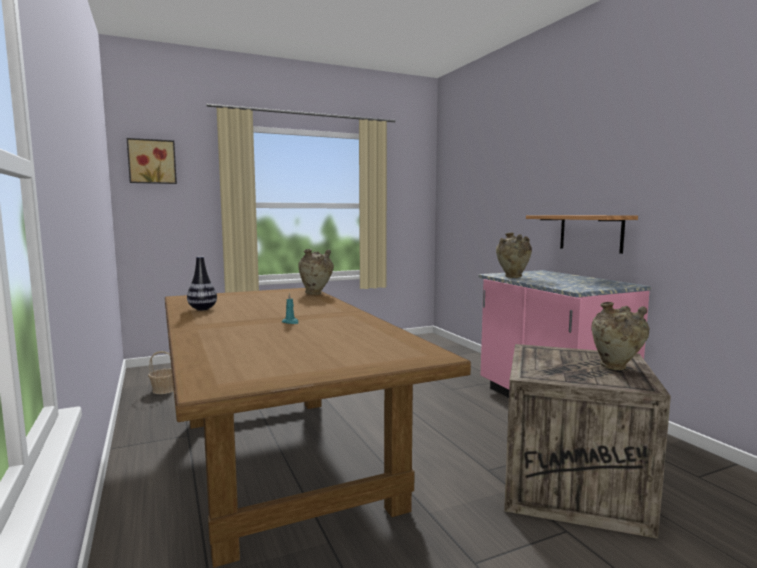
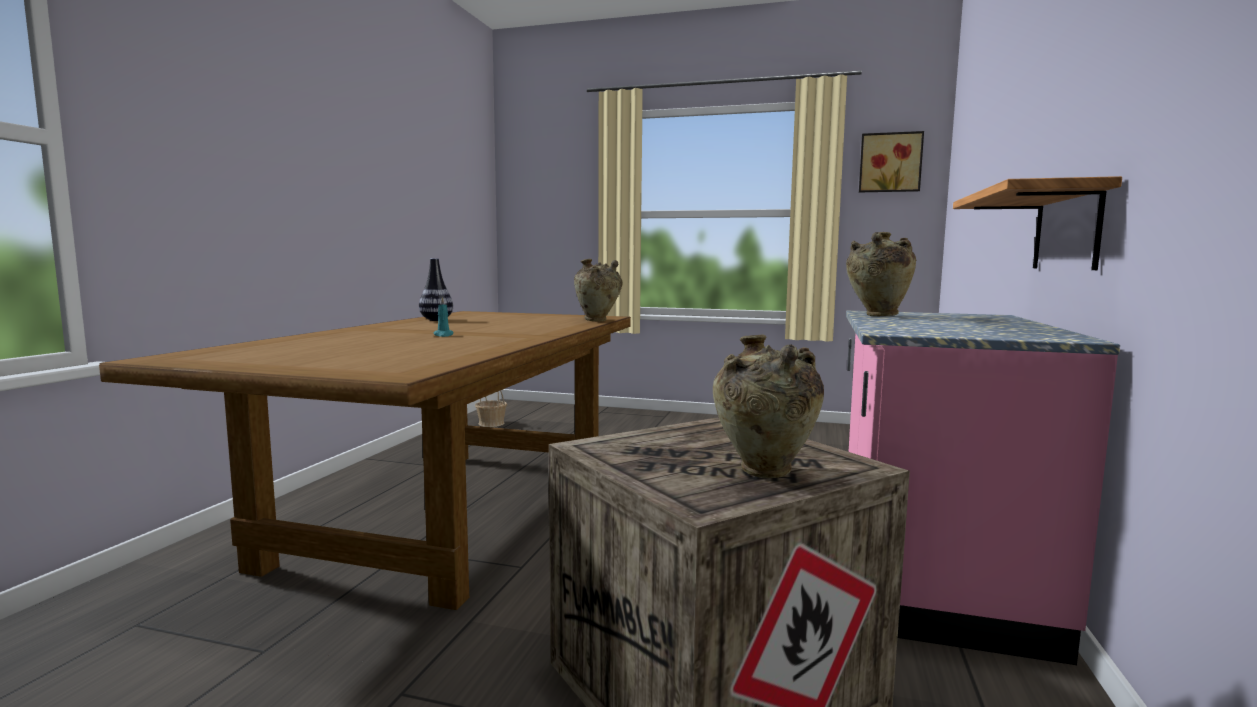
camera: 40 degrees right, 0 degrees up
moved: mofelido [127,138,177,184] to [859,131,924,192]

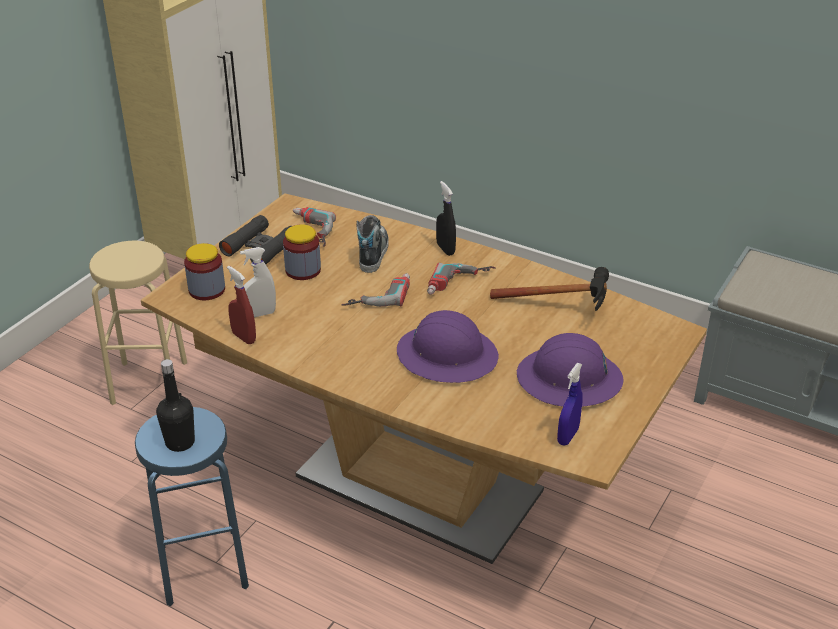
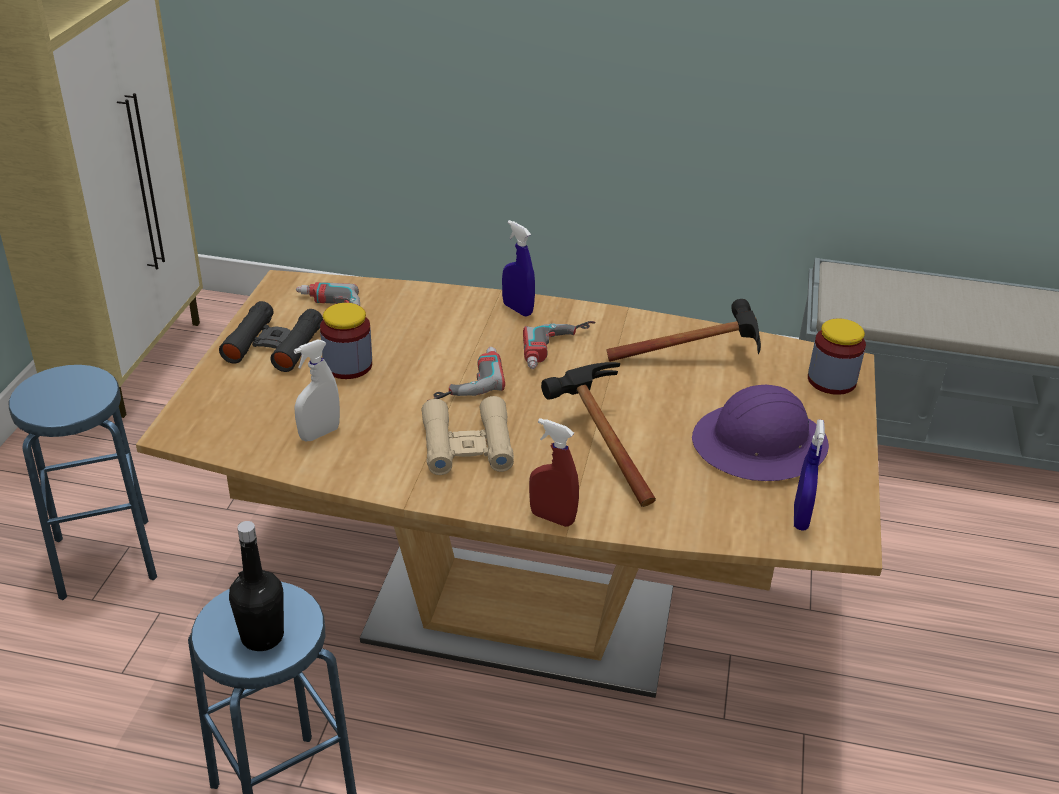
camera: 20 degrees left, 0 degrees up
removed: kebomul [356,215,389,273]
added: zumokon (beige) [422,396,514,475]
moved: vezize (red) [227,266,256,344] to [529,418,579,527]; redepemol [184,243,225,300] to [808,318,866,395]
replaced: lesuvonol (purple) [397,310,499,383] to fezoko [541,362,656,507]
recoloured: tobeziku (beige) [89,241,187,405] to tobeziku (blue) [9,365,157,600]; vezize (black) [436,181,456,256] to vezize (blue) [502,220,535,317]

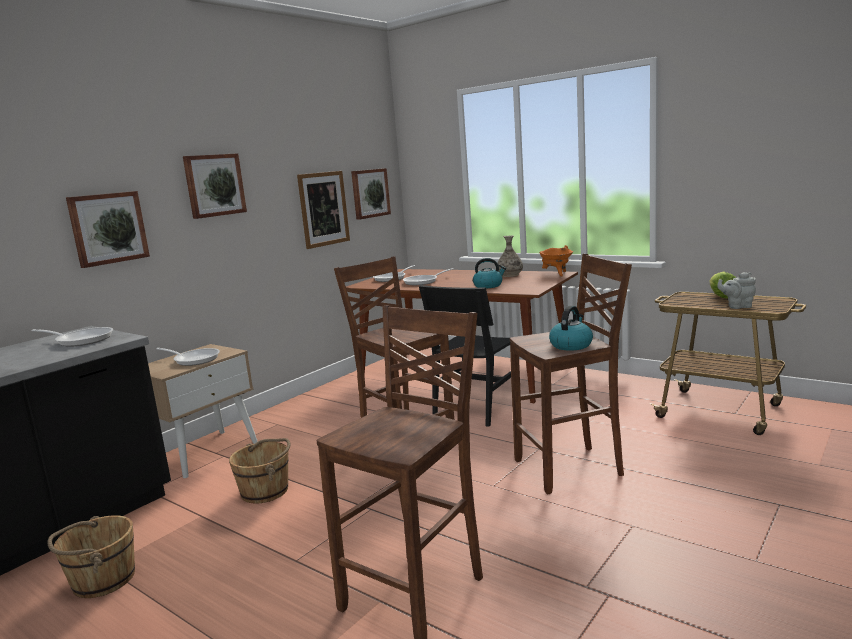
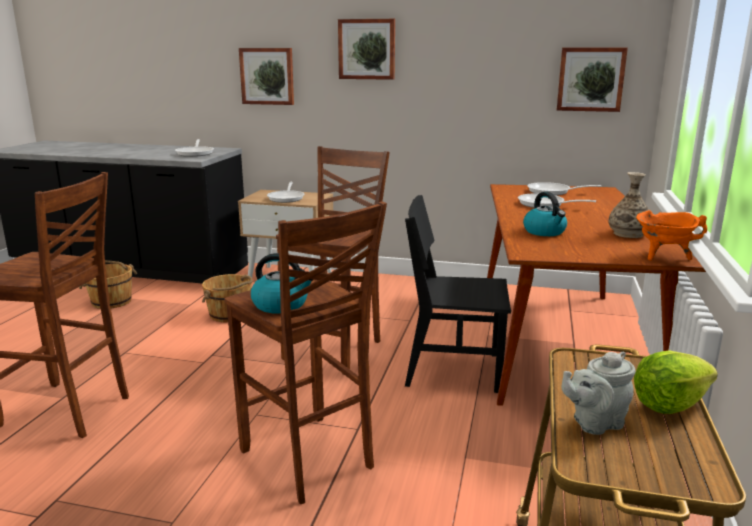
camera: 65 degrees right, 5 degrees up
removed: mofelido [297,171,350,249]
turned: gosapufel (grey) [717,272,756,309] = [561,352,636,435] 90 degrees counterclockwise

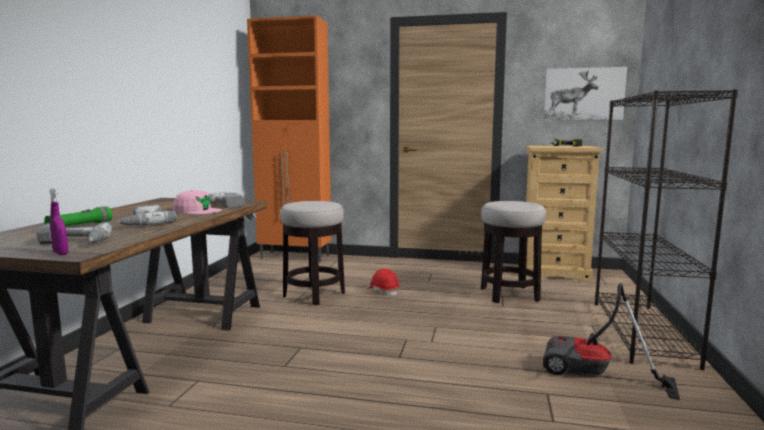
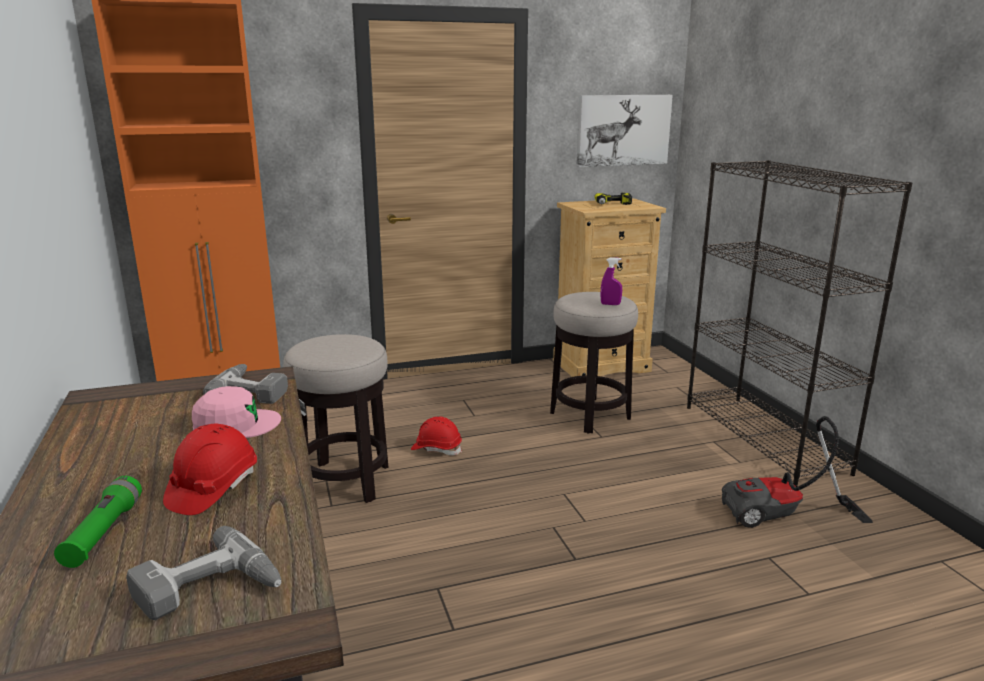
camera: 30 degrees left, 10 degrees up
moved: vezize (purple) [49,188,68,255] to [601,257,622,305]
replaced: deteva [118,205,177,225] to lesuvonol (red) [163,423,257,515]

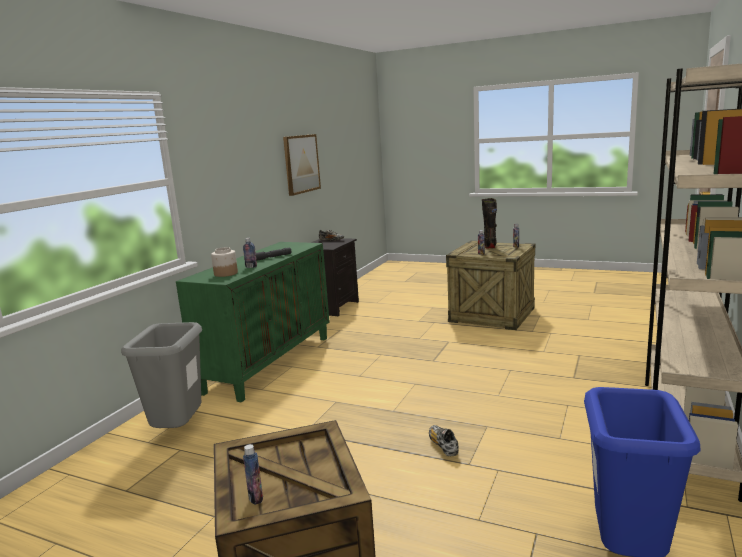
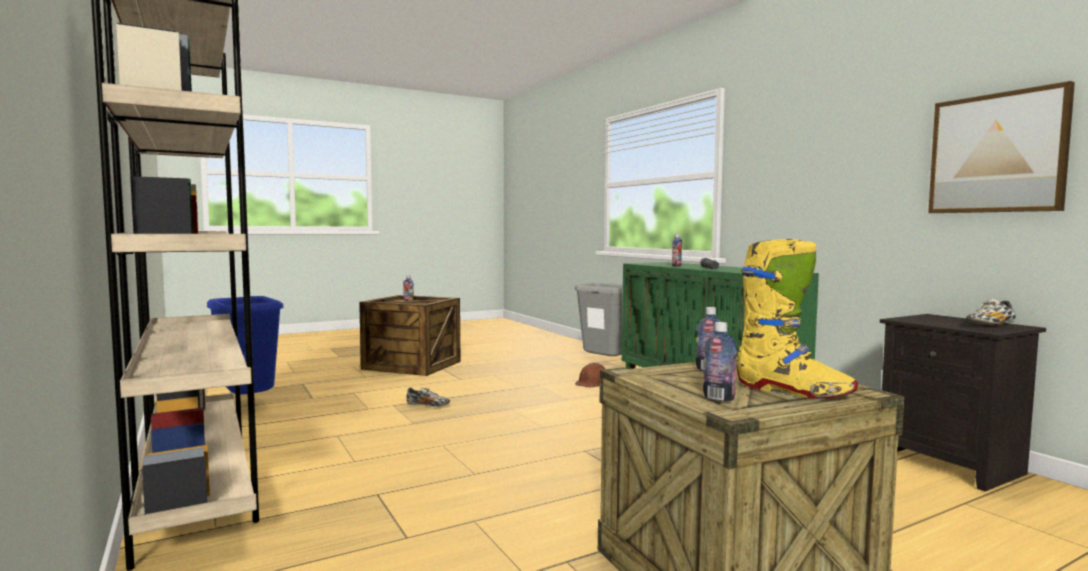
camera: 125 degrees right, 10 degrees down
removed: redepemol [211,247,238,277]
added: lesuvonol (brown) [575,363,605,387]
recoloured: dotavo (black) [482,198,497,248] to dotavo (yellow) [737,239,858,399]

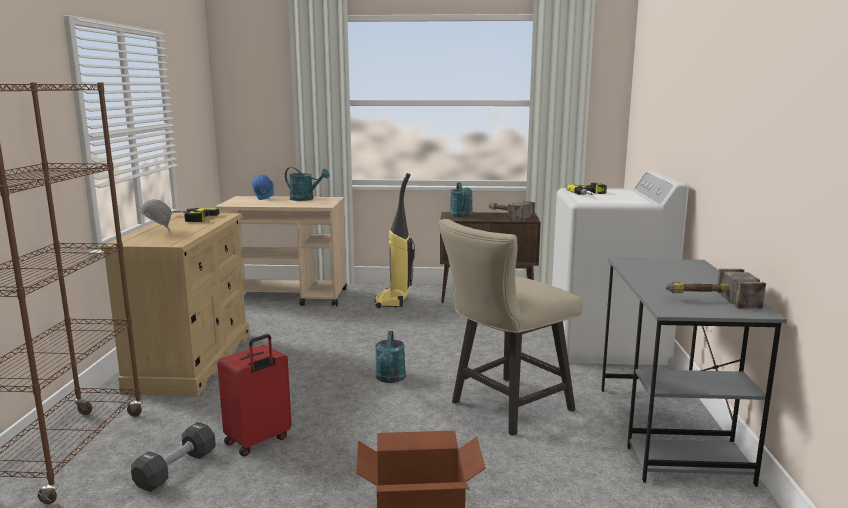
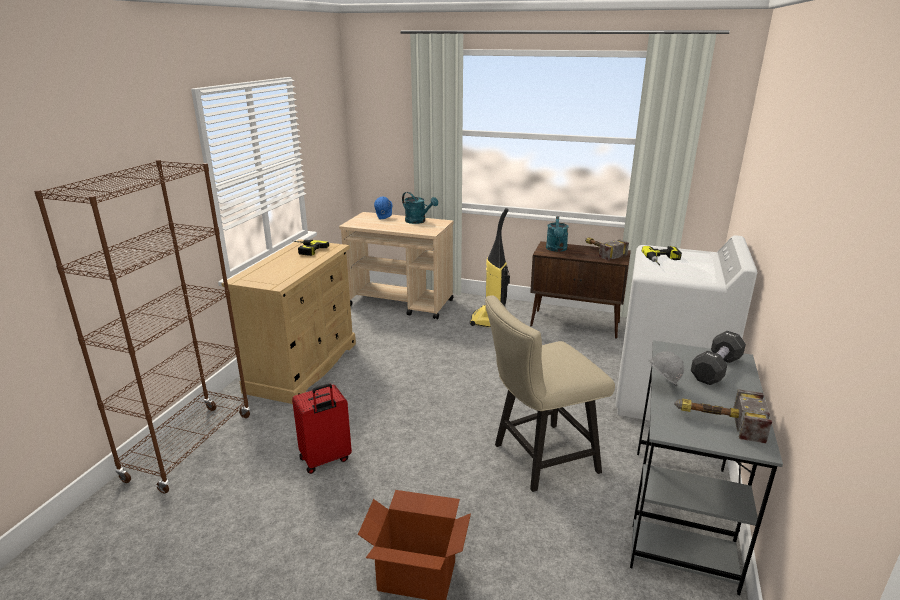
camera: 15 degrees right, 10 degrees up
removed: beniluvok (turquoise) [375,331,406,383]
moved: lesuvonol (grey) [138,199,172,231] to [648,351,684,386]; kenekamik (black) [131,422,216,492] to [691,331,746,385]

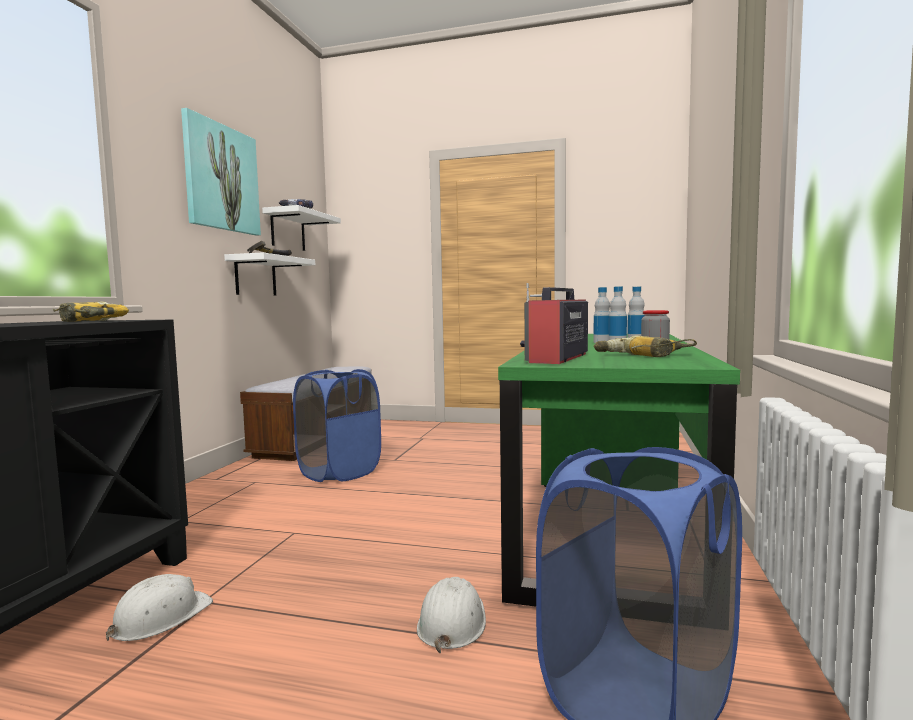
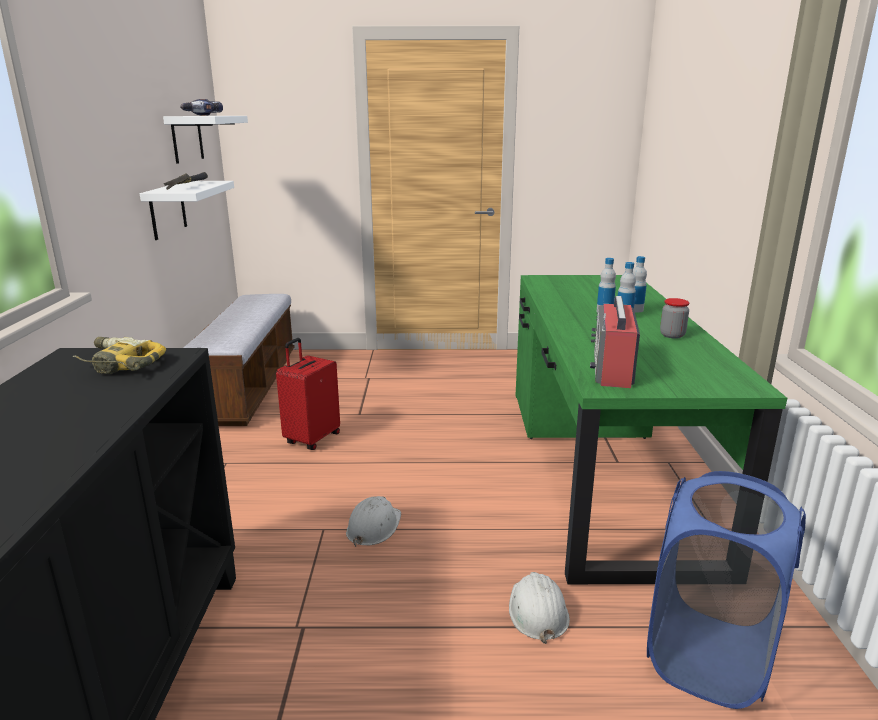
camera: 15 degrees left, 15 degrees up
removed: mofelido [181,108,261,236]; deteva [594,335,697,357]
moved: lesuvonol (white) [106,574,213,641] to [346,496,401,547]
replaced: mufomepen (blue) [293,369,381,482] to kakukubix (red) [276,338,340,450]

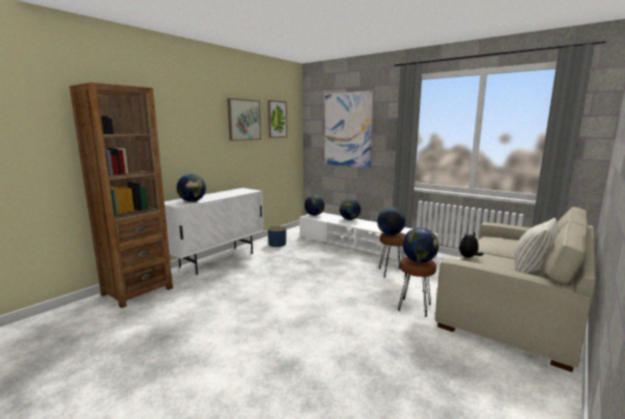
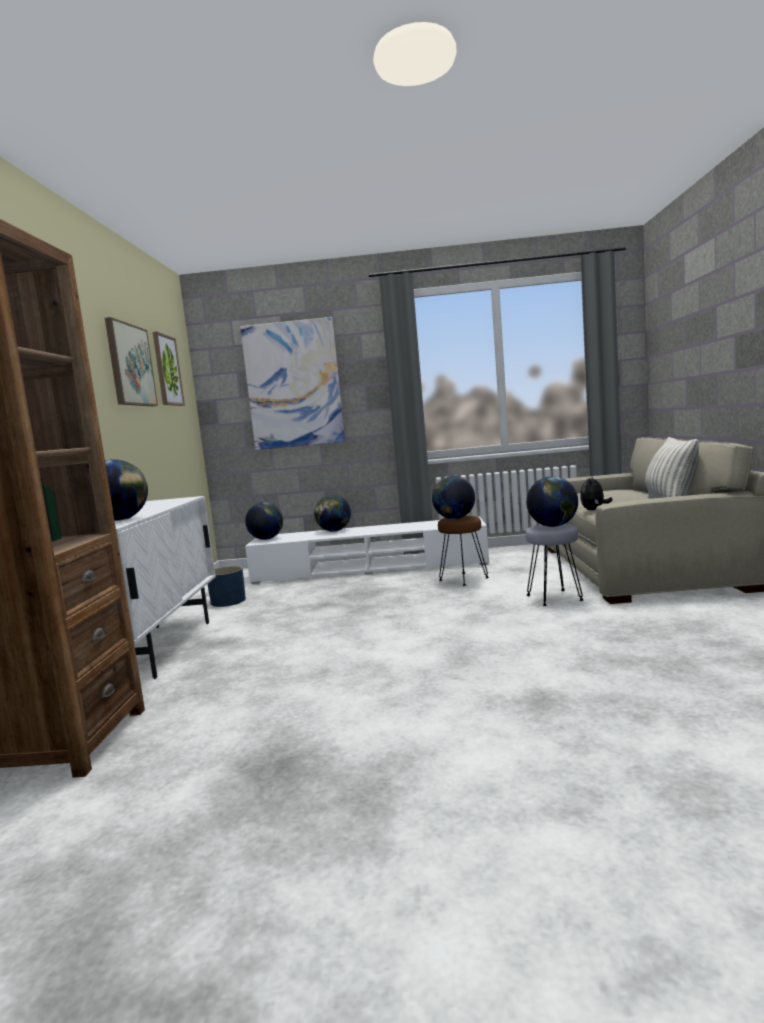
camera: 35 degrees left, 5 degrees down
recoloured: tobeziku (brown) [398,257,436,317] to tobeziku (grey) [526,524,583,606]

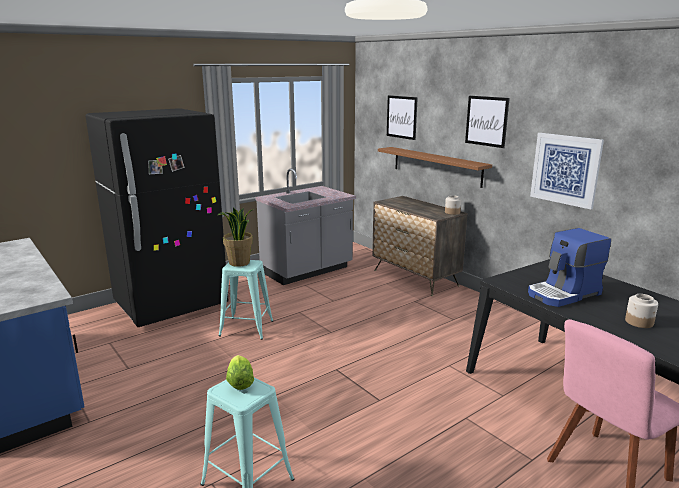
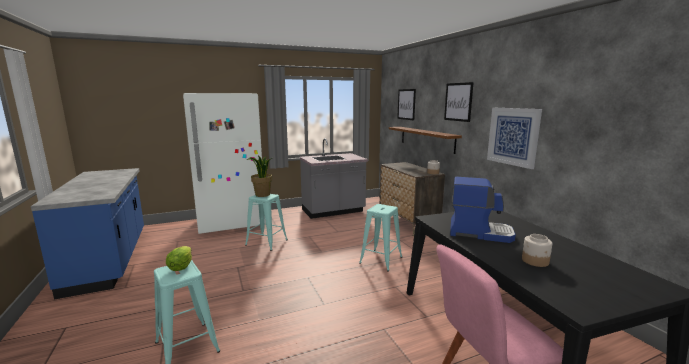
camera: 15 degrees right, 5 degrees down
added: tobeziku (turquoise) [359,204,402,272]
recoloured: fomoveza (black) [86,108,228,327] to fomoveza (white) [183,93,266,234]
turned: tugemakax [528,228,611,307] = [450,176,516,243] 150 degrees counterclockwise

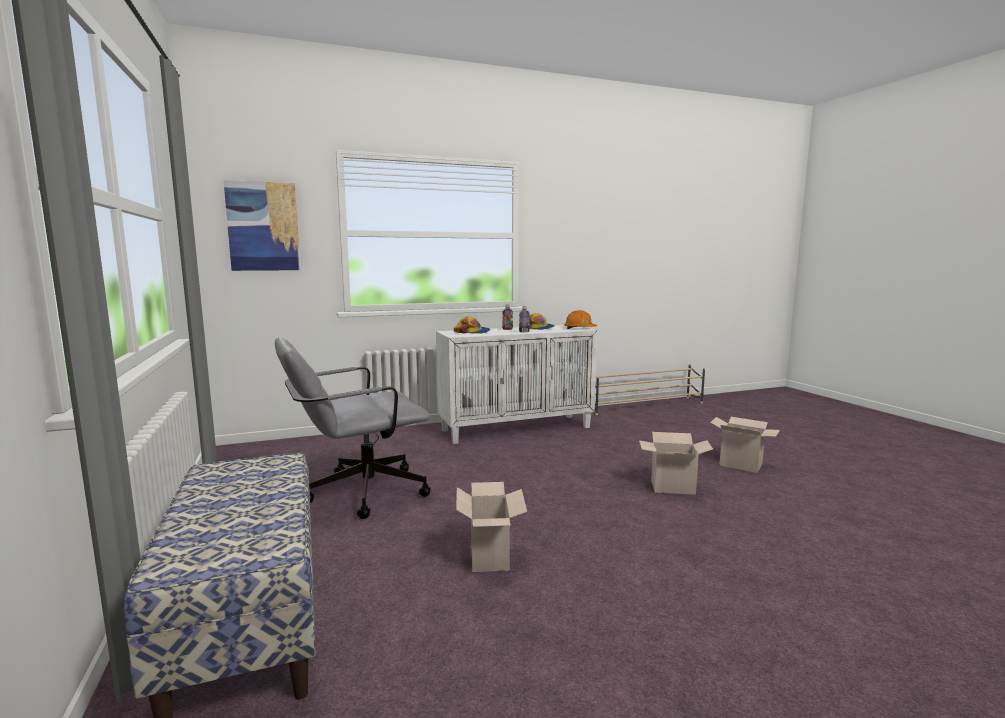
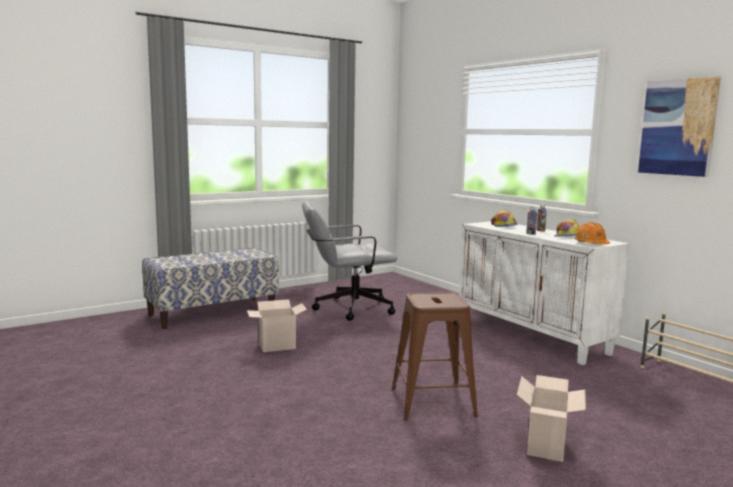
camera: 75 degrees right, 0 degrees up
moved: mofelido [223,180,301,271] to [638,76,721,177]
replaced: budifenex [639,432,713,495] to tobeziku (brown) [392,292,478,421]
turned: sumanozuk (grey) [275,338,431,519] = [302,201,397,321] 60 degrees counterclockwise

